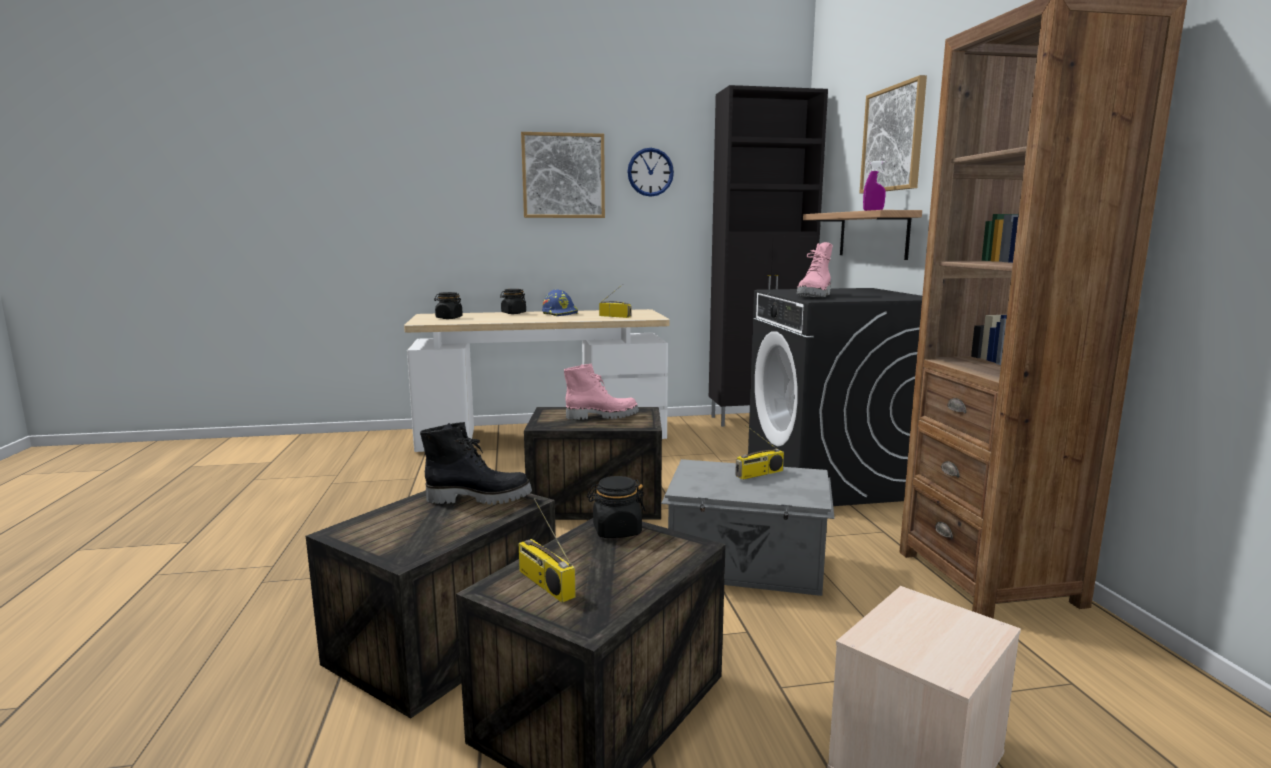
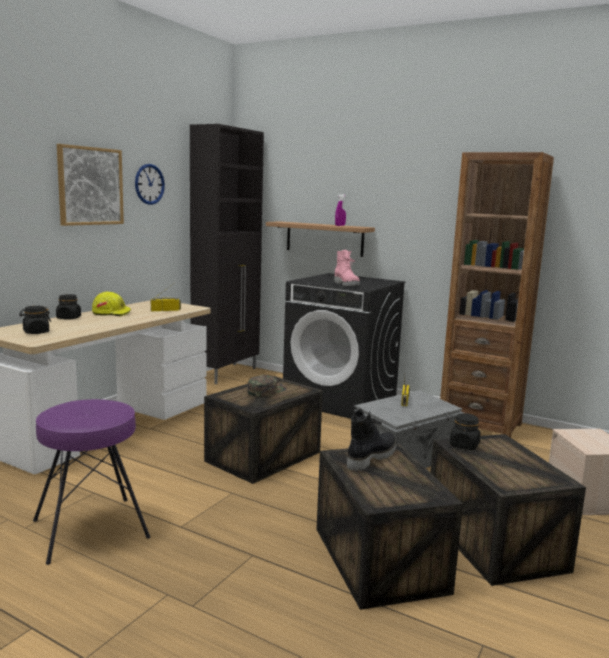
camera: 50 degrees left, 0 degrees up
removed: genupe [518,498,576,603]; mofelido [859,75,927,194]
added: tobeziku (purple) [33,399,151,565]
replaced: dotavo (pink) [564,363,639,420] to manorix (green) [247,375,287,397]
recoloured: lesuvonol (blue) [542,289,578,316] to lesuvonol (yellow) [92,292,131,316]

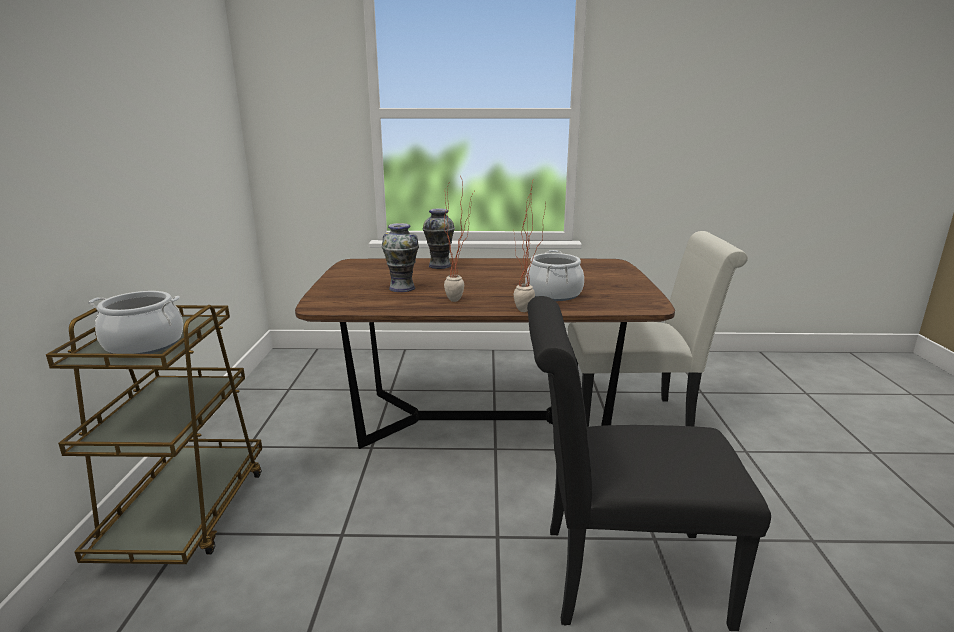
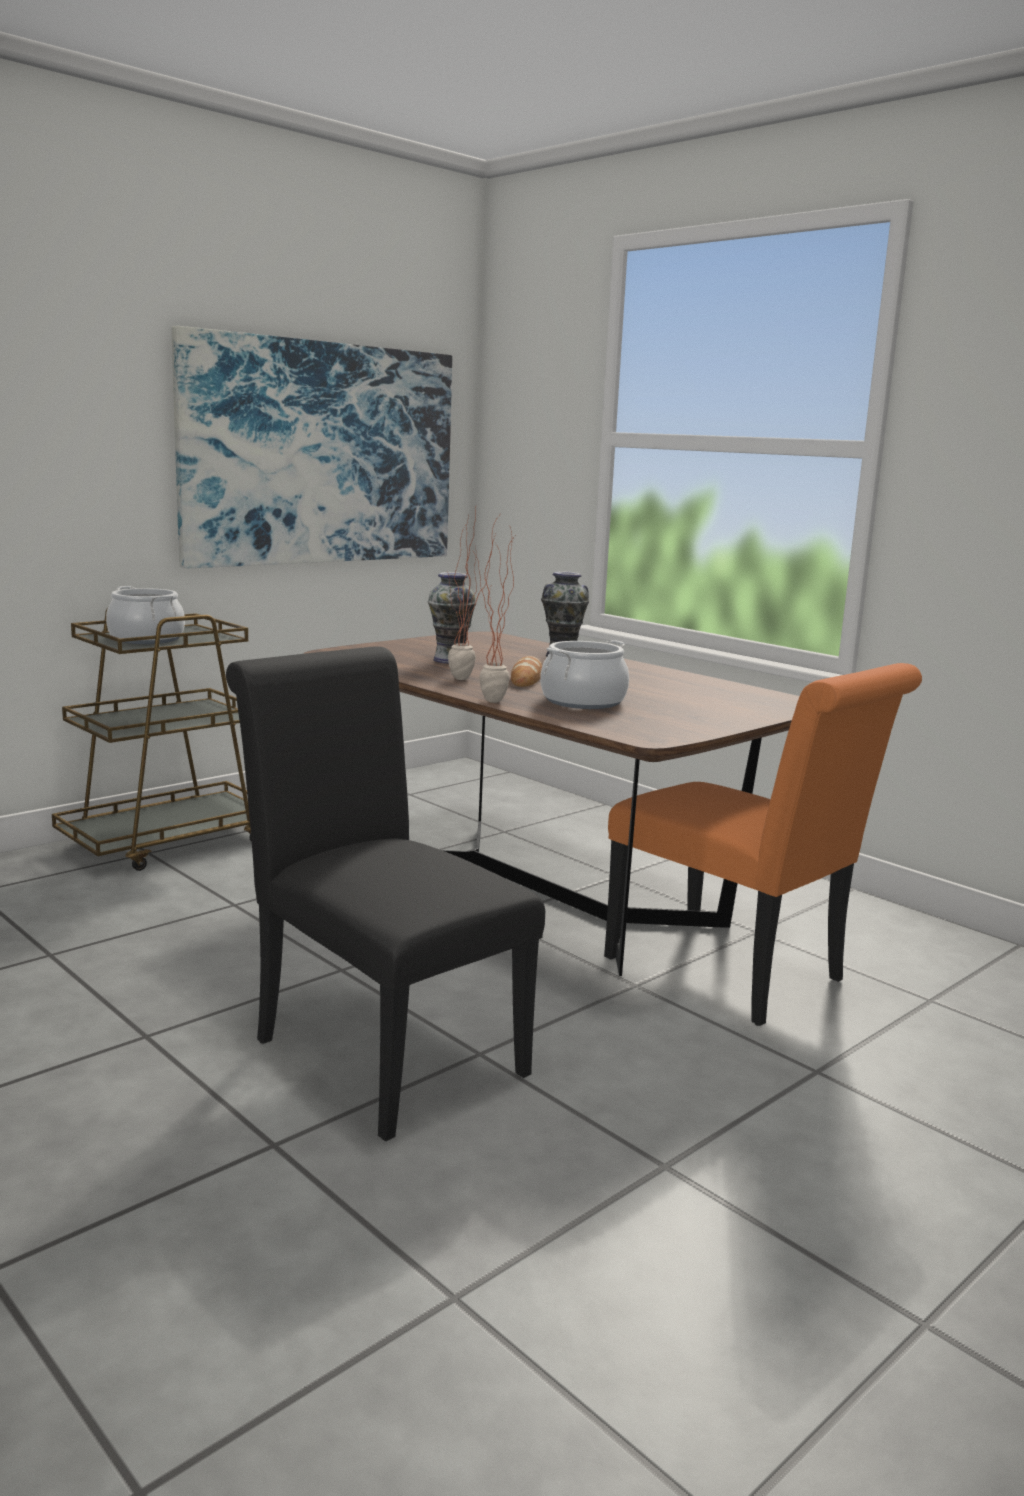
camera: 45 degrees right, 5 degrees down
added: mofelido [171,326,452,568]; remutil [511,656,542,687]
recoloured: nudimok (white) [568,231,748,427] to nudimok (orange) [604,663,922,1026]

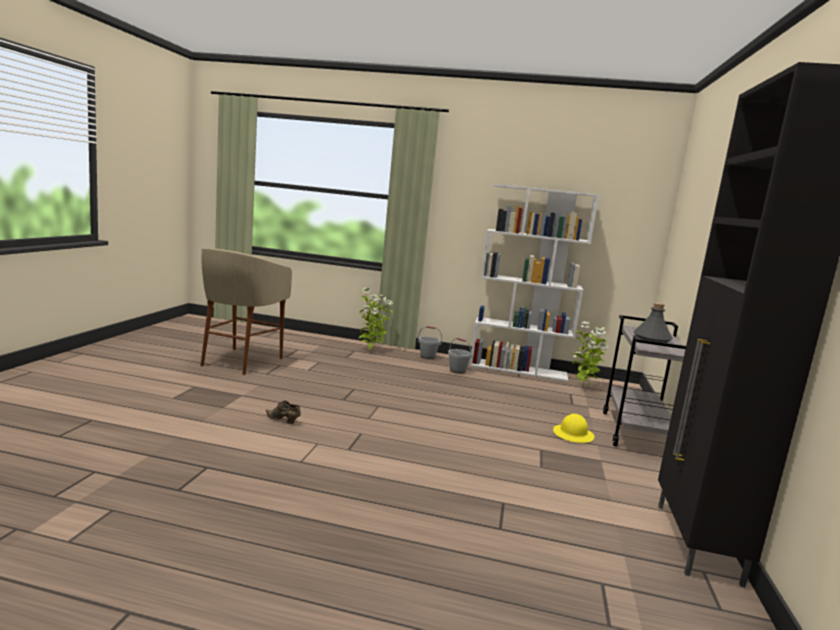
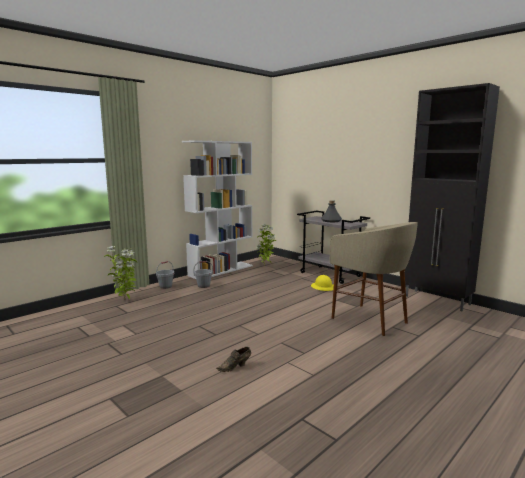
camera: 55 degrees left, 0 degrees up
moved: tobeziku (beige) [201,248,292,375] to [330,222,418,336]

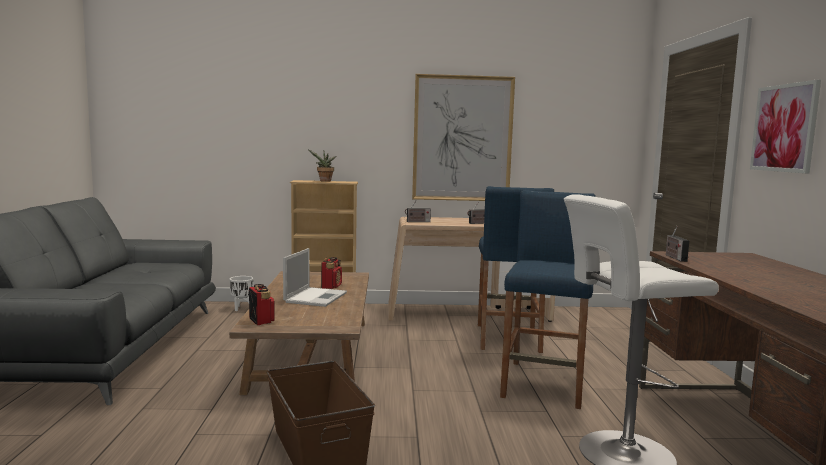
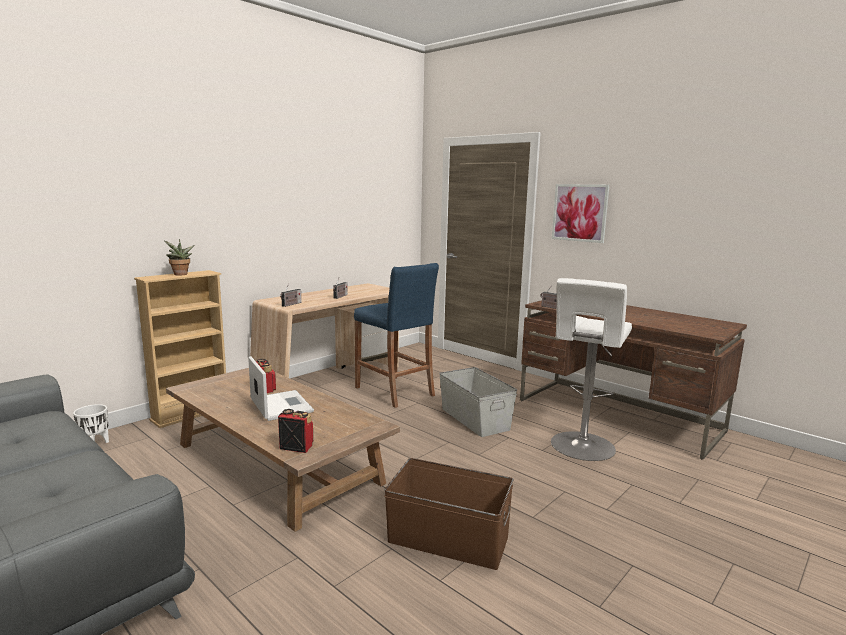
camera: 45 degrees left, 5 degrees up
removed: mofelido [412,74,515,201]
replaced: tobeziku (blue) [500,190,596,409] to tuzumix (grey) [439,367,517,437]

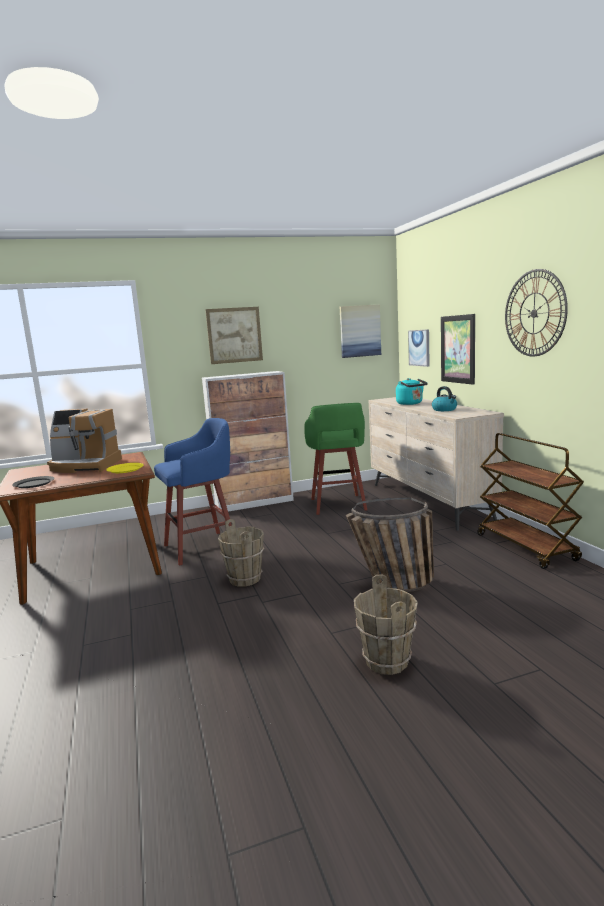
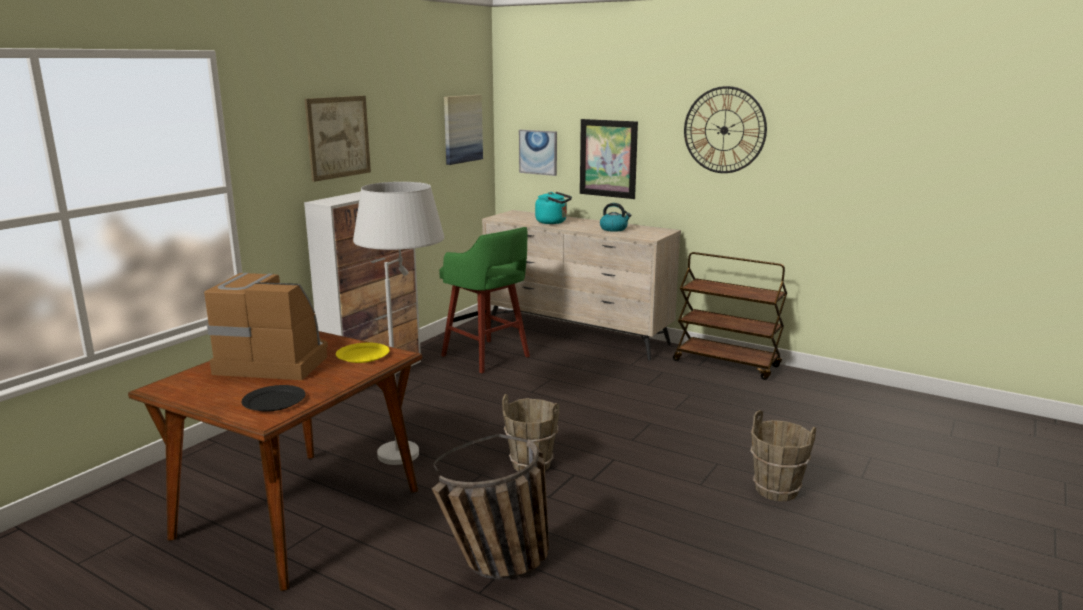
camera: 40 degrees left, 5 degrees up
moved: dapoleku [346,497,434,592] to [432,434,549,580]
replaced: tobeziku (blue) [154,418,232,566] to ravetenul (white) [353,182,444,465]
turned: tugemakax [47,408,122,473] = [204,273,328,380] 135 degrees counterclockwise

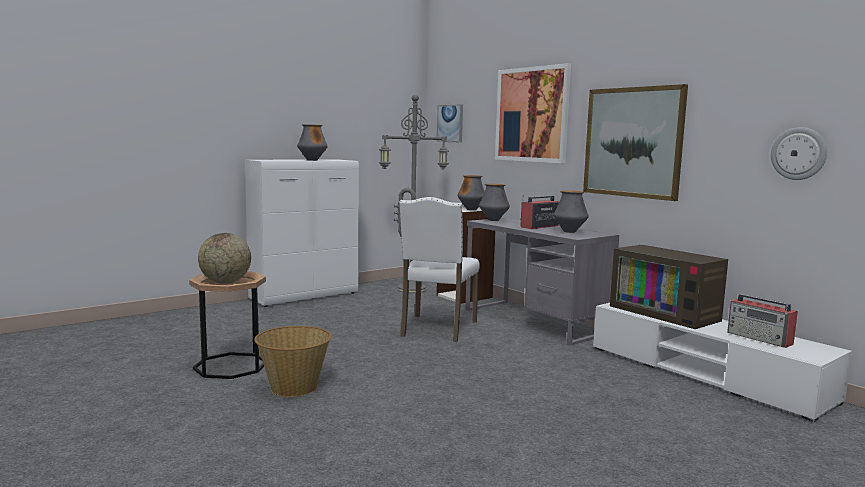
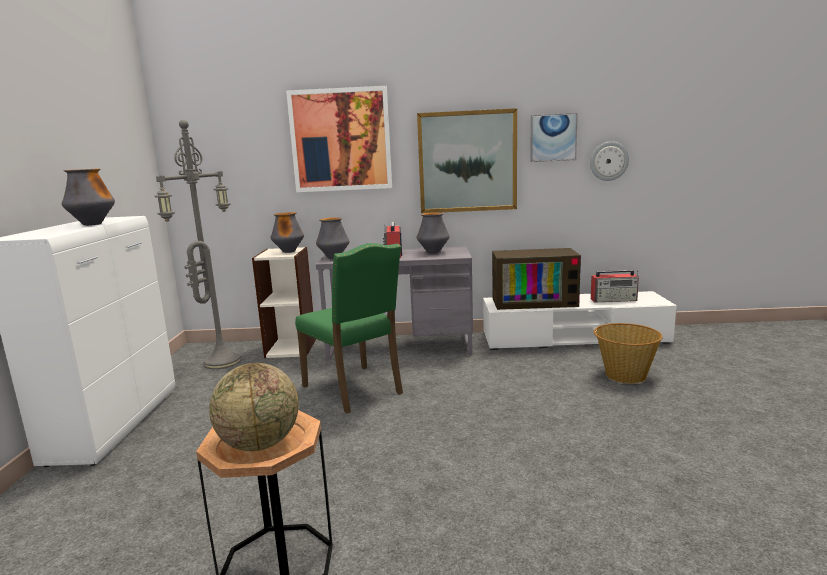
camera: 50 degrees left, 5 degrees up
moved: mofelido [437,104,463,143] to [530,113,578,162]; dapoleku [254,326,332,397] to [594,323,663,383]
recoloured: nudimok (white) [399,197,480,342] to nudimok (green) [295,243,403,413]

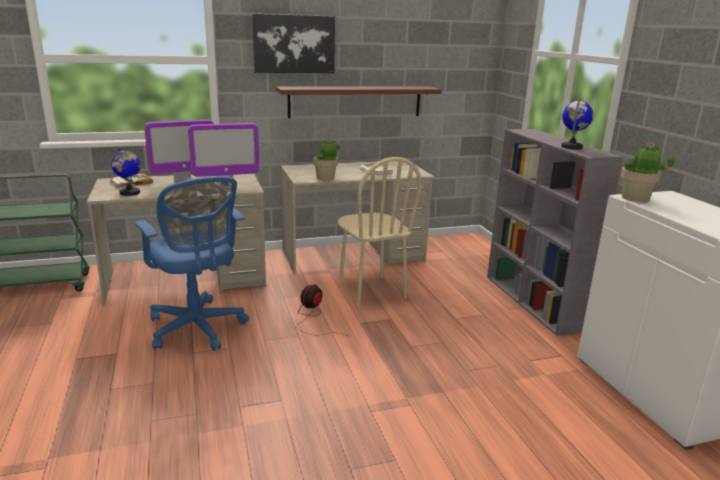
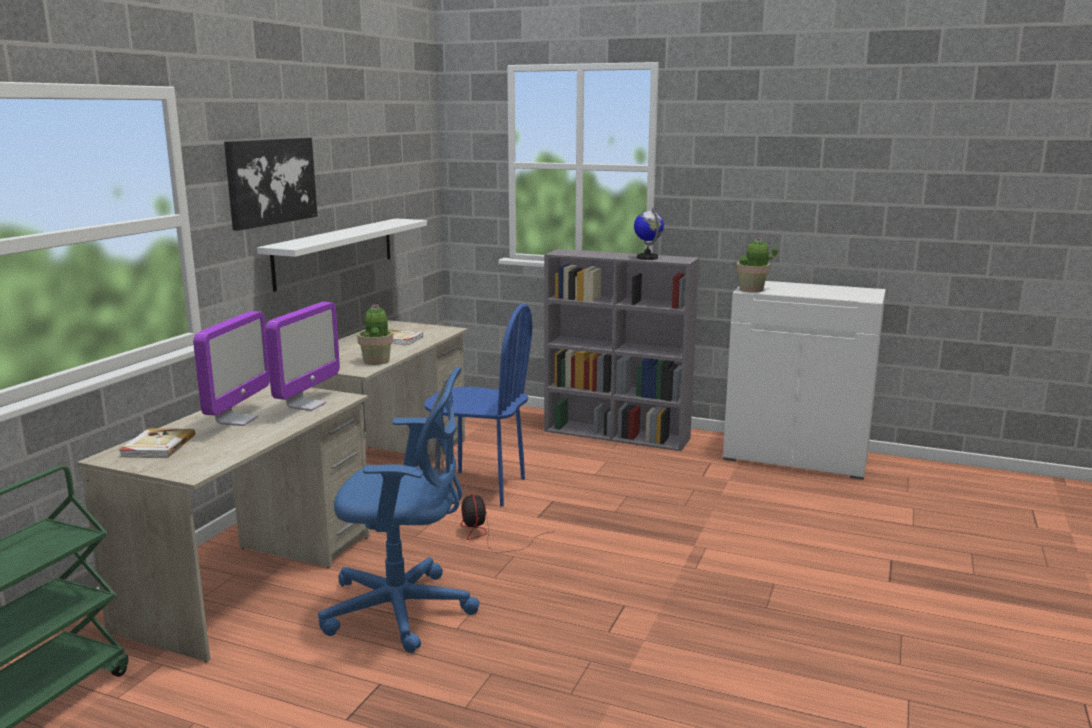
camera: 50 degrees left, 5 degrees down
removed: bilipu [111,147,141,196]
recoloured: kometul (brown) [276,86,442,118] to kometul (white) [257,218,427,292]; nudimok (beige) [338,157,422,307] to nudimok (blue) [424,304,532,507]

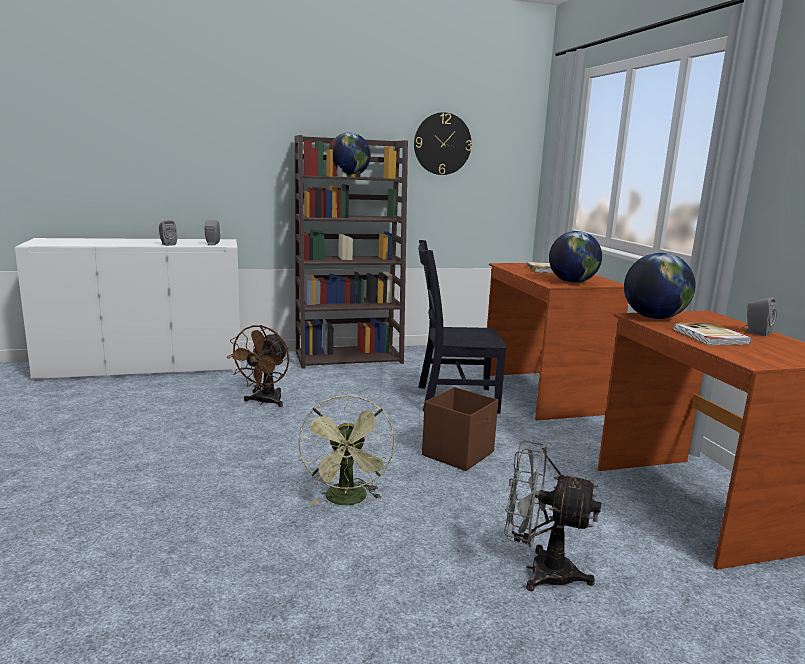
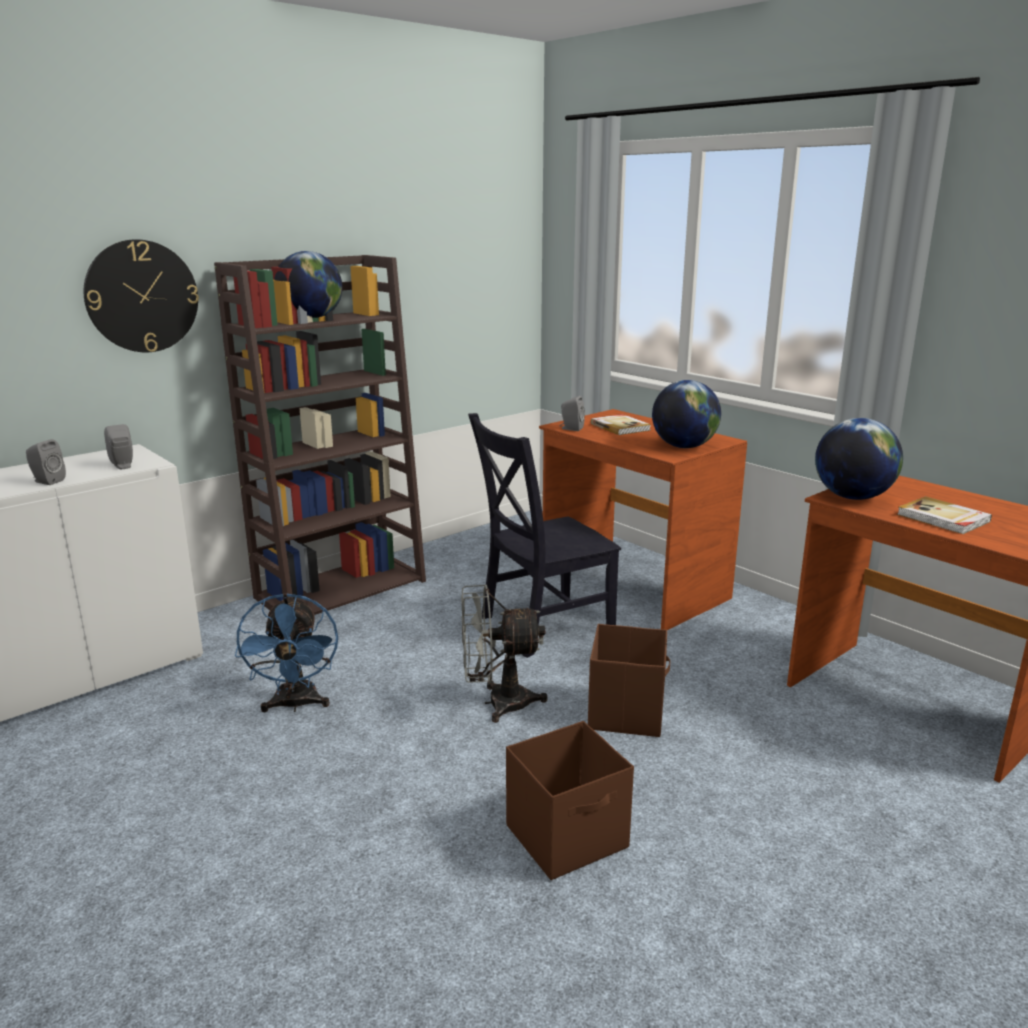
camera: 25 degrees left, 5 degrees up
moved: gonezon [414,112,472,175] to [84,239,199,352]; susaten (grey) [504,441,601,591] to [461,585,548,723]; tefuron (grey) [742,297,777,336] to [560,396,585,431]
replaced: susaten (green) [298,395,395,505] to tuzumix (brown) [506,721,634,880]
recoloured: susaten (brown) [227,325,289,407] to susaten (blue) [235,593,338,712]

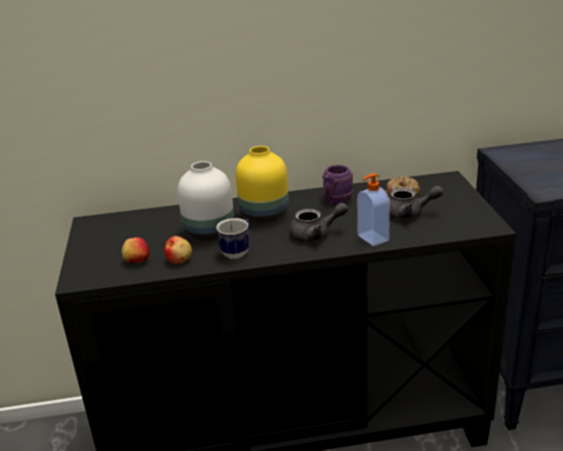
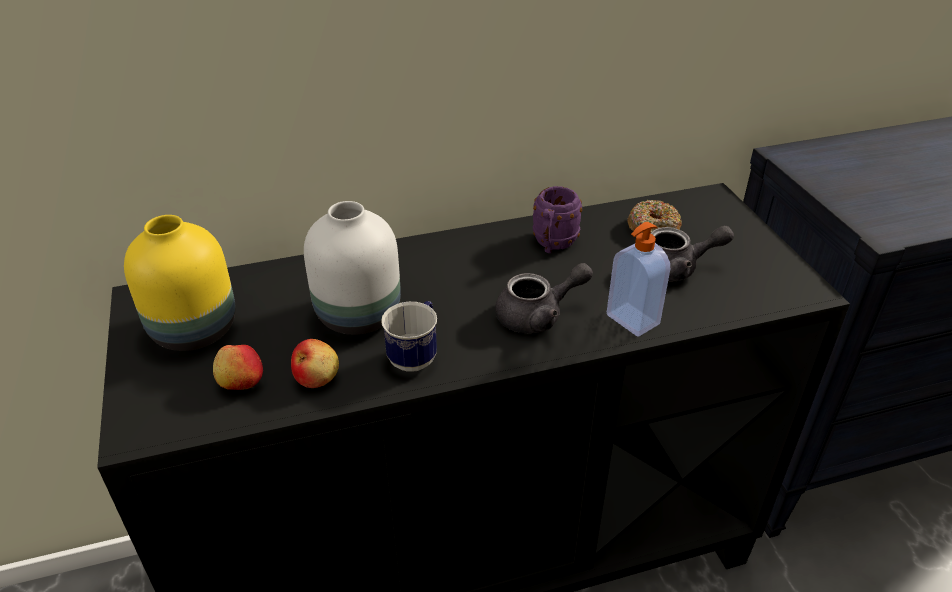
camera: 10 degrees left, 10 degrees up
moved: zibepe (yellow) [236,146,289,223] to [124,215,236,351]

